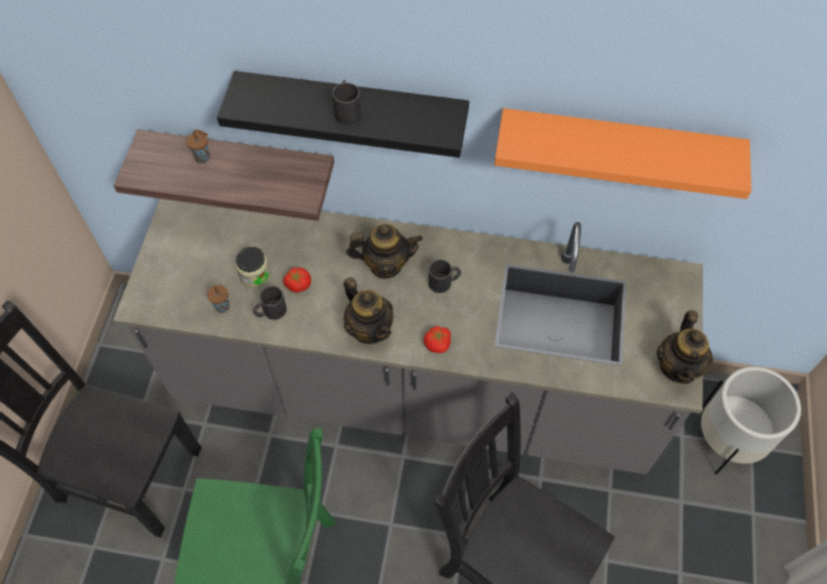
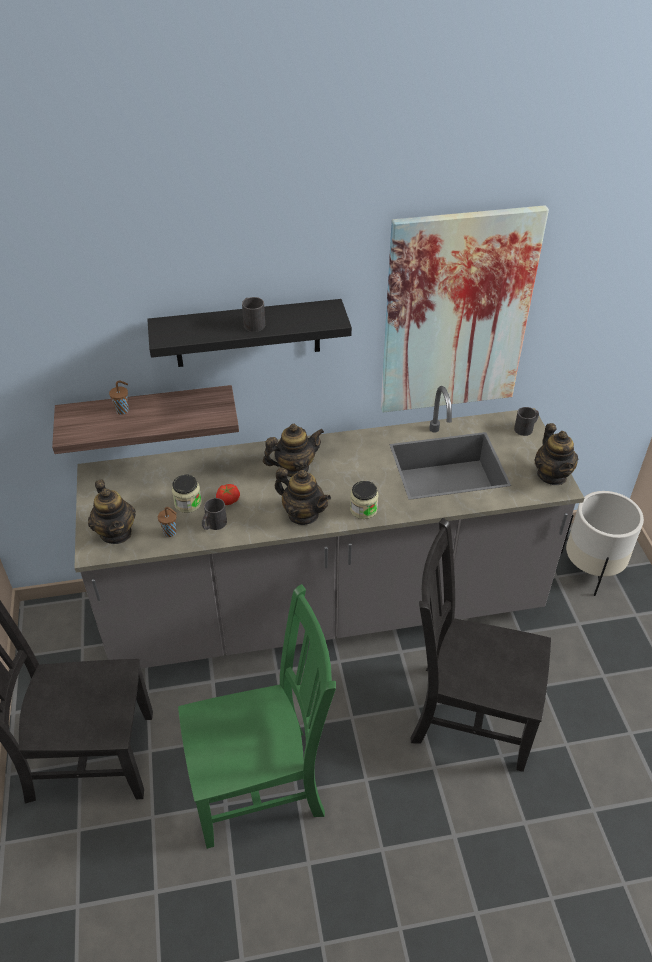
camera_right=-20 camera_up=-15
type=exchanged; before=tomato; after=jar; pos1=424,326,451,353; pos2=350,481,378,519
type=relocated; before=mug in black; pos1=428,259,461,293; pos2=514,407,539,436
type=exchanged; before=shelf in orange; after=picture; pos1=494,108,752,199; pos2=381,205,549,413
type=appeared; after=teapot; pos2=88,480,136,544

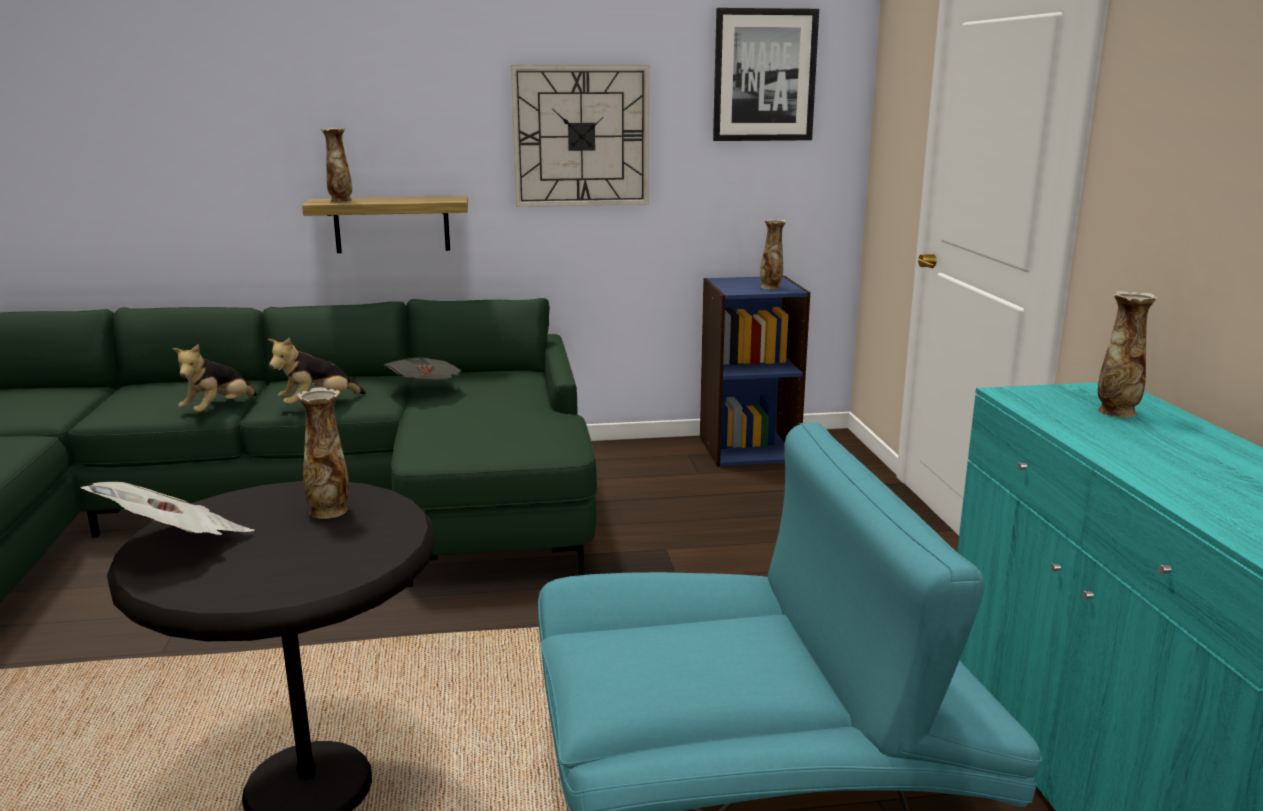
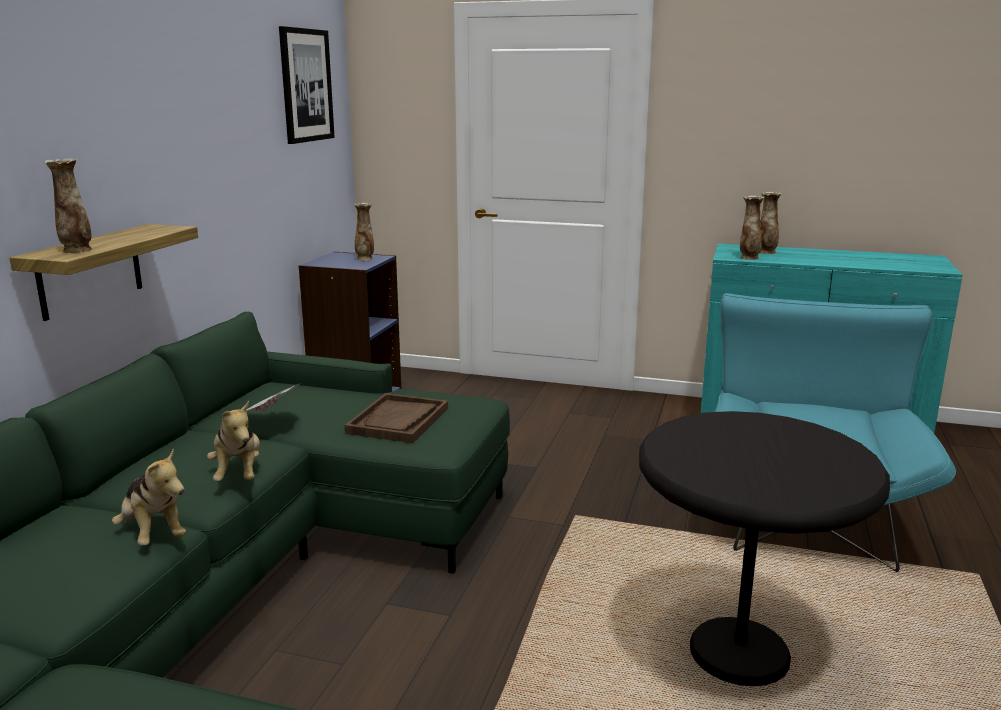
camera_right=-65 camera_up=0
type=missing; before=newspaper; pos1=80,482,255,535
type=relocated; before=vase; pos1=296,387,349,519; pos2=740,196,764,260
type=missing; before=wall clock; pos1=511,65,649,207
type=appeared; after=tray in brown; pos2=345,393,448,443

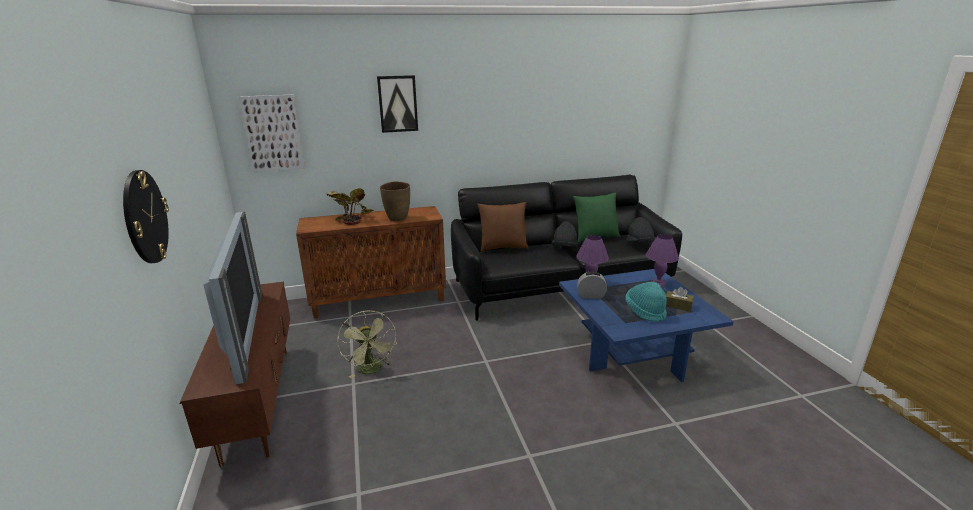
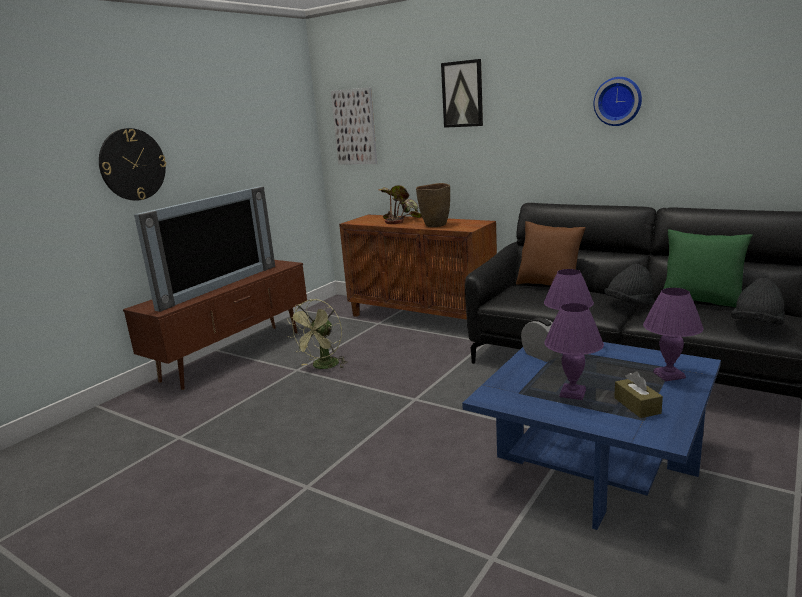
camera_right=50 camera_up=-5
type=exchanged; before=hat in turquoise; after=table lamp in purple; pos1=625,282,667,322; pos2=544,303,604,400
type=appeared; after=wall clock; pos2=594,77,642,126

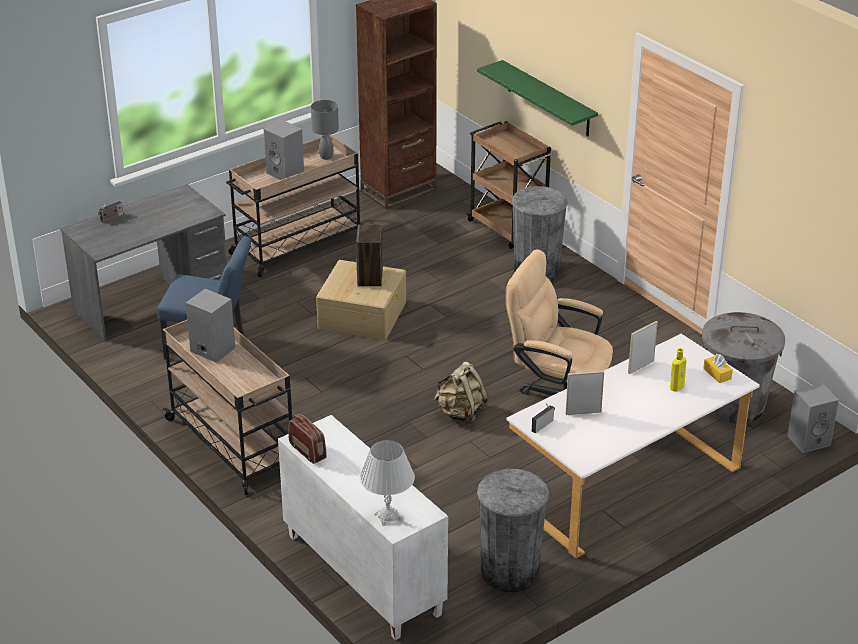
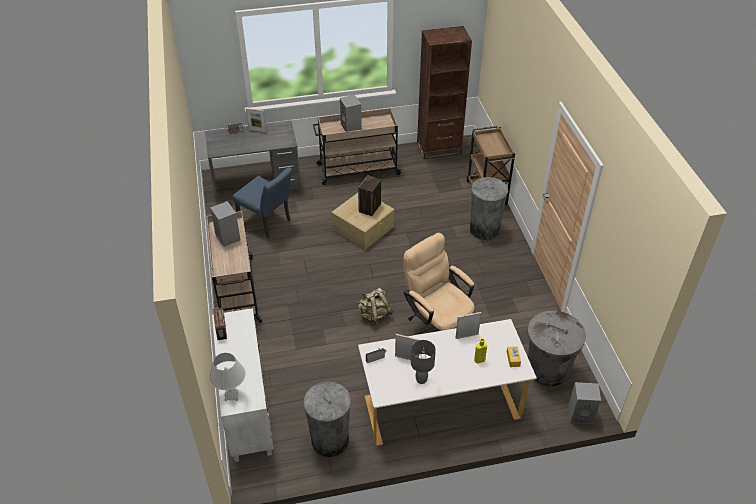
camera_right=25 camera_up=10
type=relocated; before=table lamp in grey; pos1=311,100,339,160; pos2=411,340,436,384
type=missing; before=shelf in green; pos1=477,60,598,136
type=appeared; after=picture frame; pos2=246,108,266,132

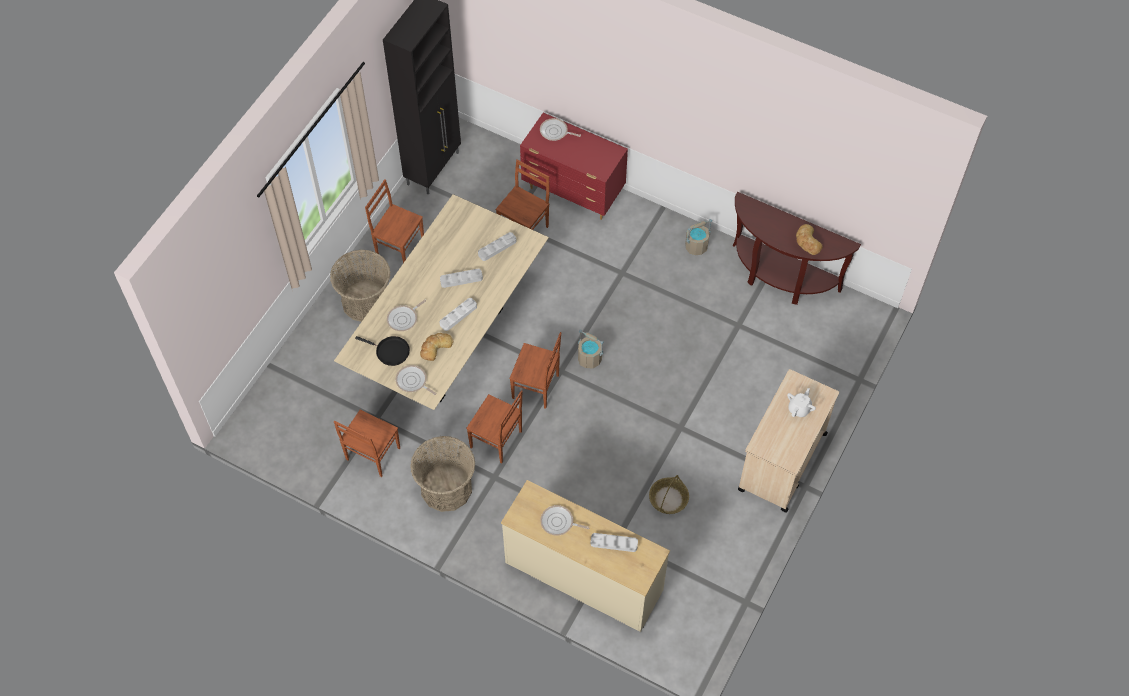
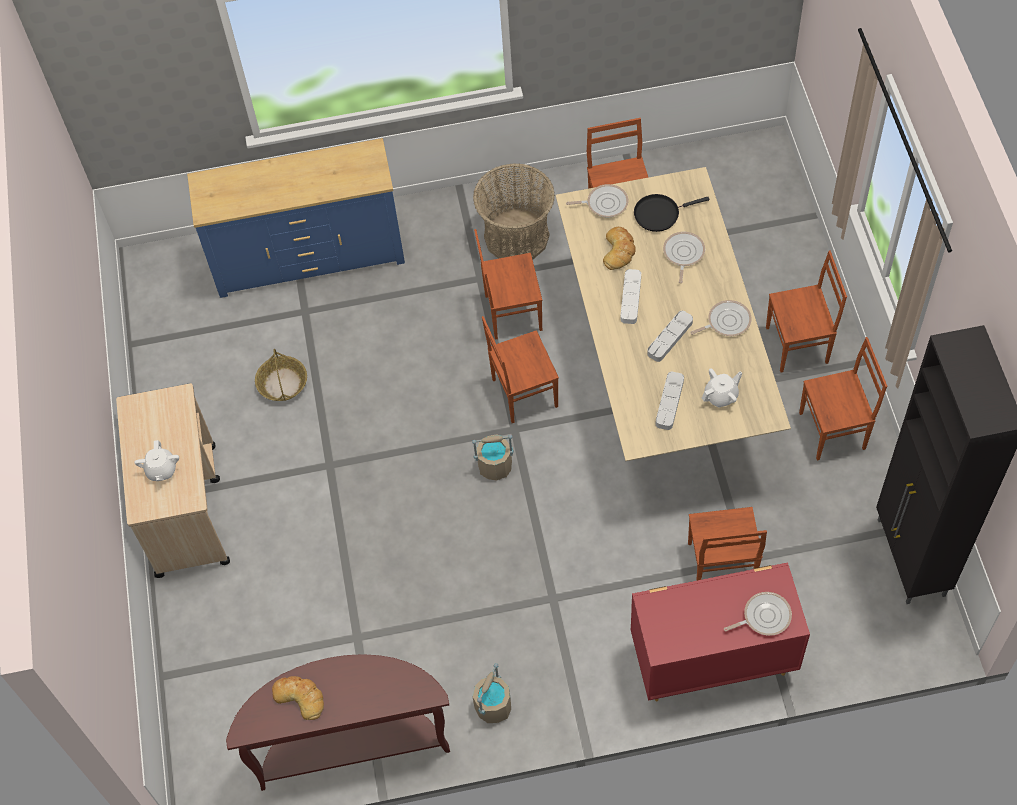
camera_right=145 camera_up=0
type=exchanged; before=basket; after=chair in brown; pos1=330,249,390,322; pos2=766,250,847,373
type=colour; before=dresser in beige; after=dresser in blue; pos1=501,480,670,632; pos2=187,138,405,298
type=relocated; before=frying pan; pos1=540,505,590,536; pos2=690,300,751,336
type=missing; before=tray in grey; pos1=591,533,638,552
type=appeared; after=teapot in white; pos2=702,368,742,408

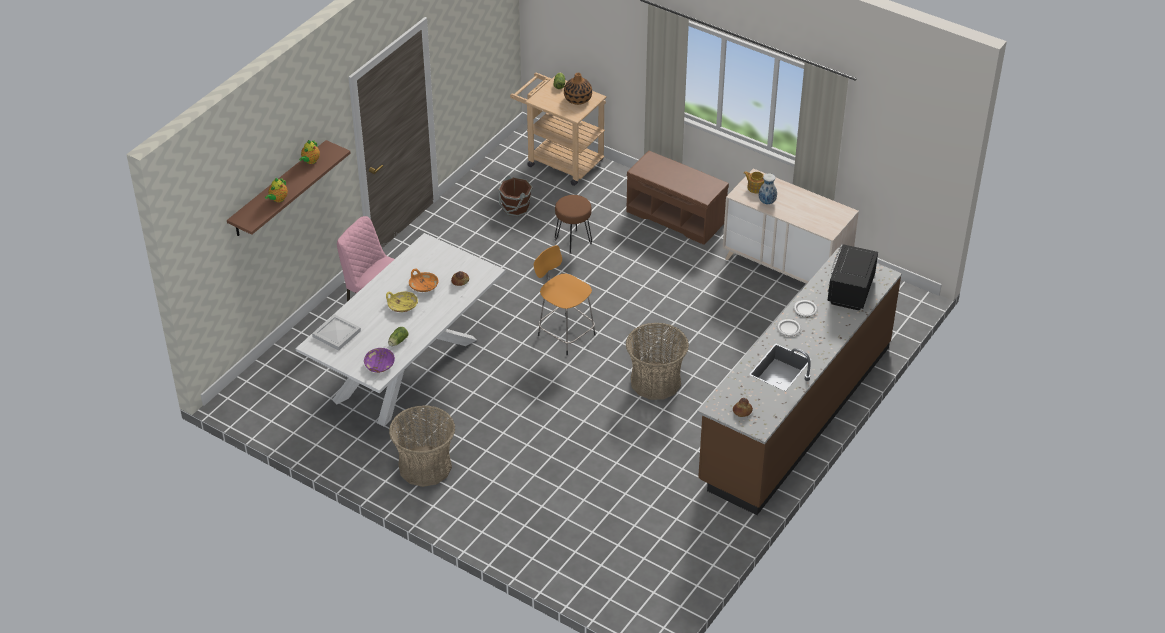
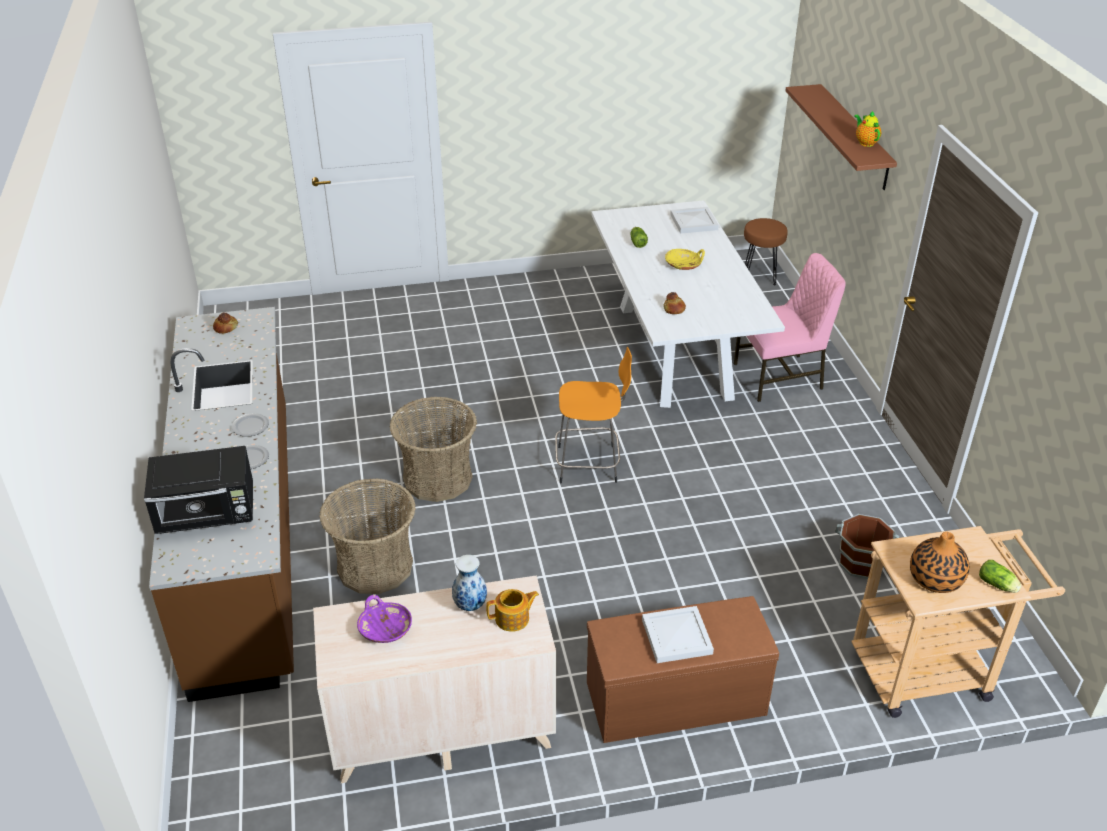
camera_right=135 camera_up=-5
type=missing; before=teapot; pos1=265,178,288,202
type=relocated; before=bowl in purple; pos1=364,348,395,373; pos2=357,595,412,643
type=relocated; before=basket; pos1=389,405,455,487; pos2=319,478,416,594
type=missing; before=bowl in orange; pos1=409,269,438,292
type=relocated; before=stool in brown; pos1=555,195,592,254; pos2=744,218,788,285
type=spun; before=microwave in black; pos1=827,244,878,311; pos2=144,446,253,534; turn=105
type=appeared; after=tray in white; pos2=642,606,714,663

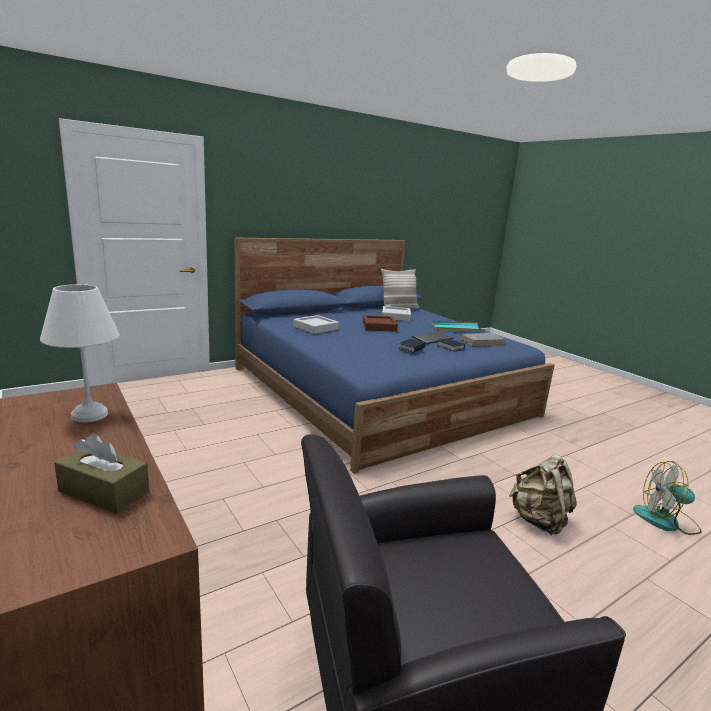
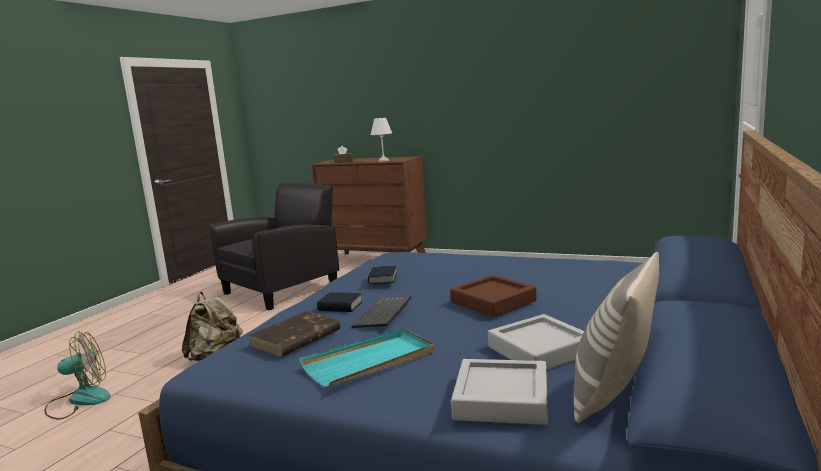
camera_right=150 camera_up=-5
type=relocated; before=tray in grey; pos1=293,315,339,334; pos2=451,359,548,425
type=colour; before=book in grey; after=book in brown; pos1=460,333,506,346; pos2=248,311,341,357

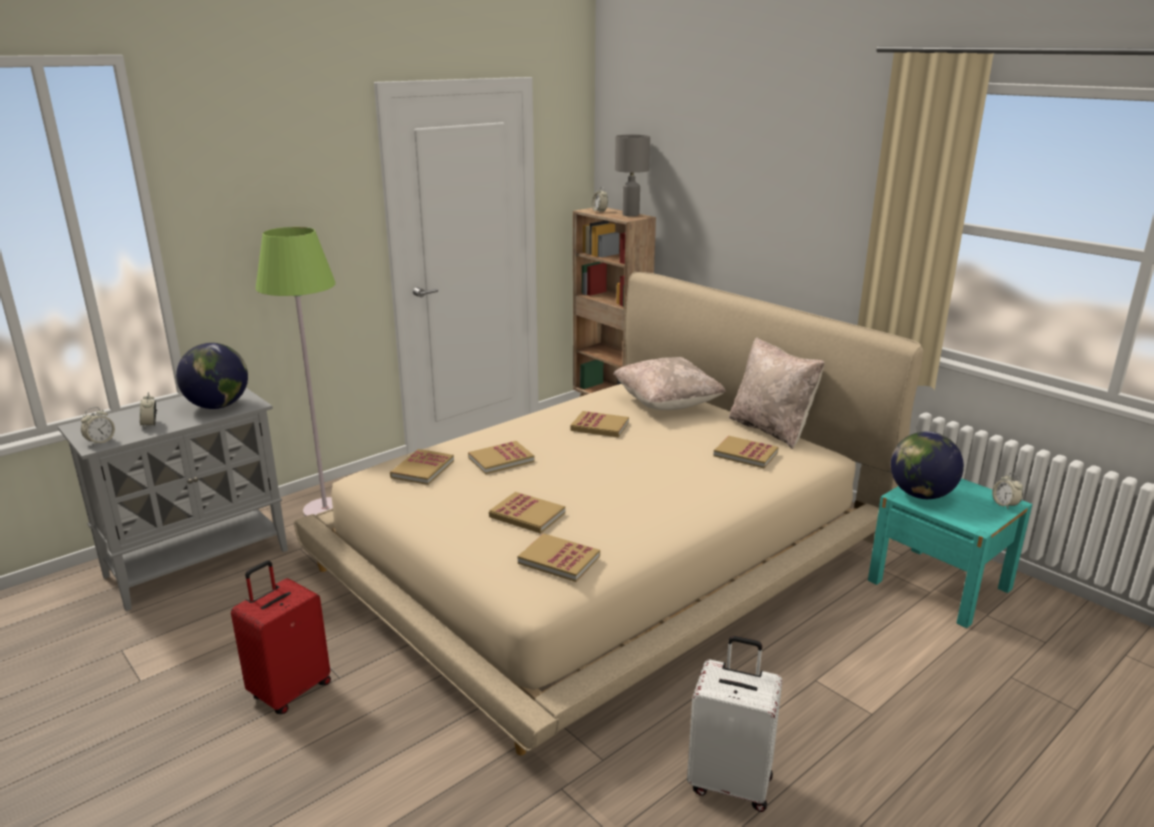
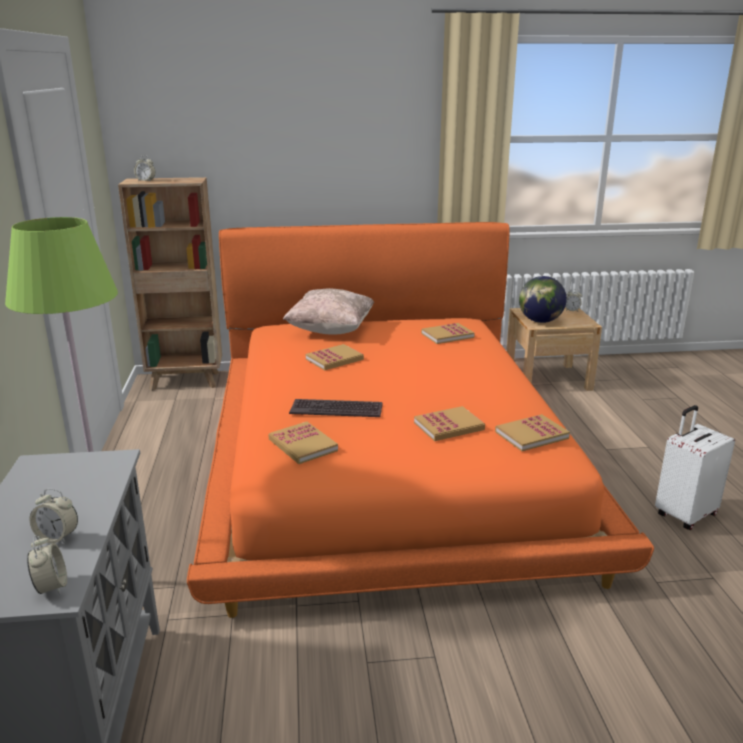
camera_right=-55 camera_up=0
type=missing; before=globe; pos1=176,343,248,409
type=missing; before=suitcase in red; pos1=231,561,331,714
type=colour; before=bed in beige; after=bed in orange; pos1=294,272,923,755; pos2=187,222,654,618
type=exchanged; before=book; after=keyboard; pos1=468,441,534,474; pos2=289,399,383,417
type=missing; before=table lamp in grey; pos1=615,134,650,216
type=missing; before=pillow in beige; pos1=729,338,825,449
type=colour; before=nightstand in turquoise; after=nightstand in beige; pos1=868,478,1032,628; pos2=506,307,602,391

